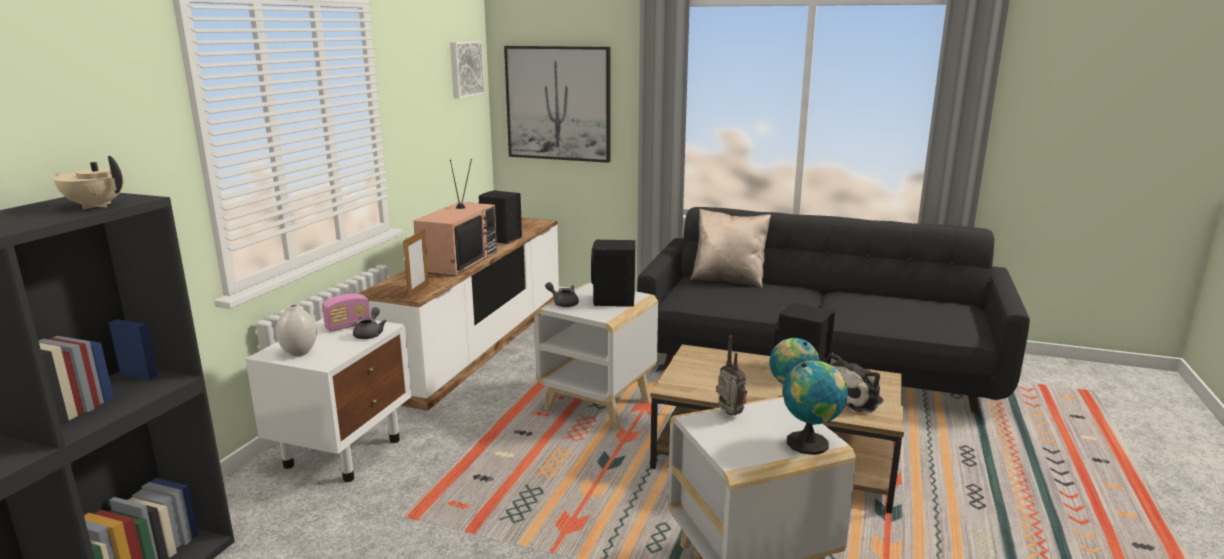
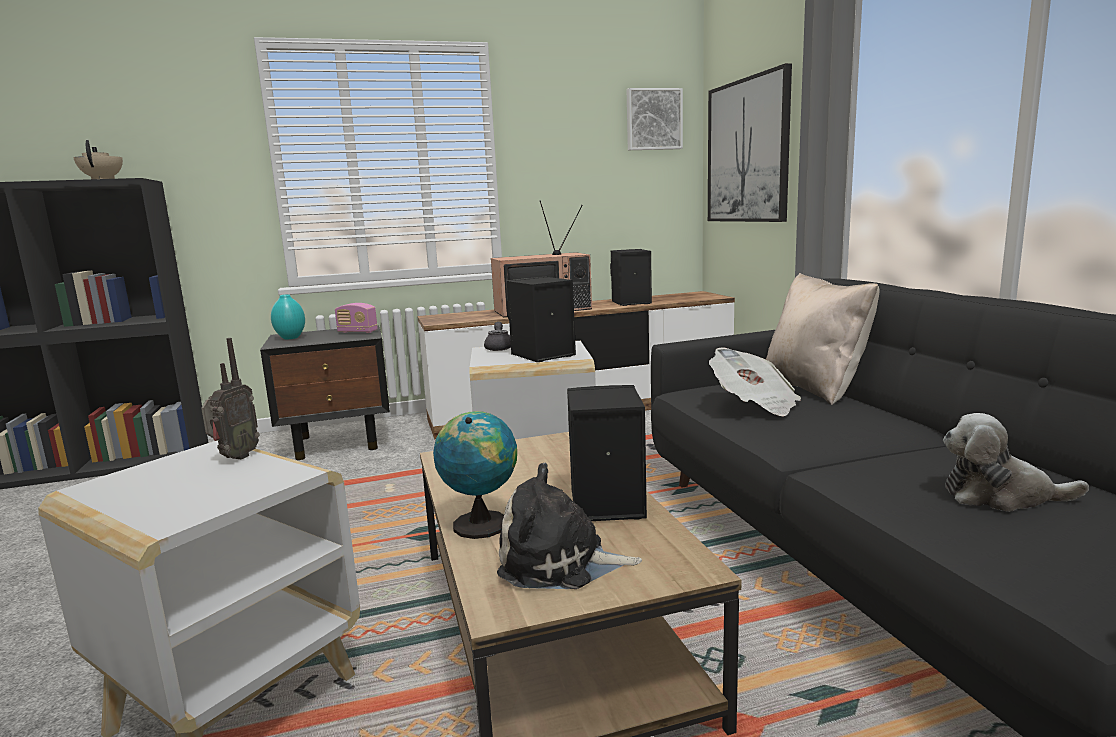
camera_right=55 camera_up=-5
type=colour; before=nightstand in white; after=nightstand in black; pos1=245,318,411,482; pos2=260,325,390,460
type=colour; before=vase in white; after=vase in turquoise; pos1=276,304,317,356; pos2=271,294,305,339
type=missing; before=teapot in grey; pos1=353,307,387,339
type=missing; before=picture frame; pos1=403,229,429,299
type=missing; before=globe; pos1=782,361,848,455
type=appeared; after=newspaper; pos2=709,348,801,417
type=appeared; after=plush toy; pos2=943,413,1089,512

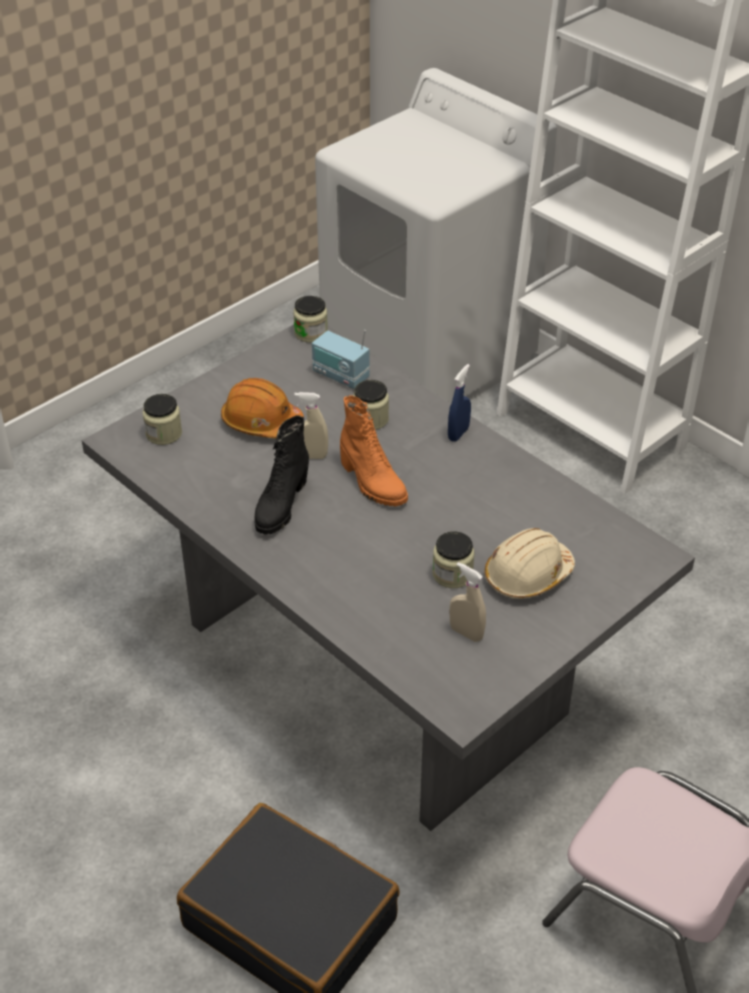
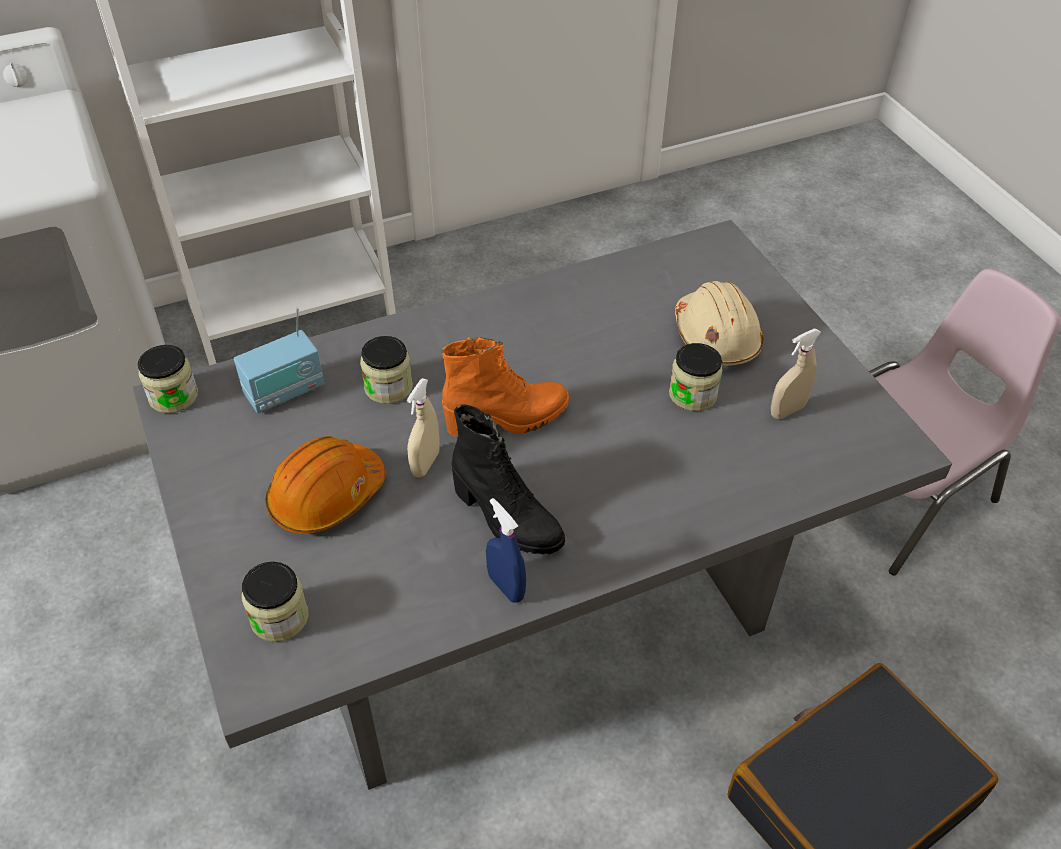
camera_right=-70 camera_up=5
type=relocated; before=spray bottle in blue; pos1=448,364,471,442; pos2=486,498,526,602

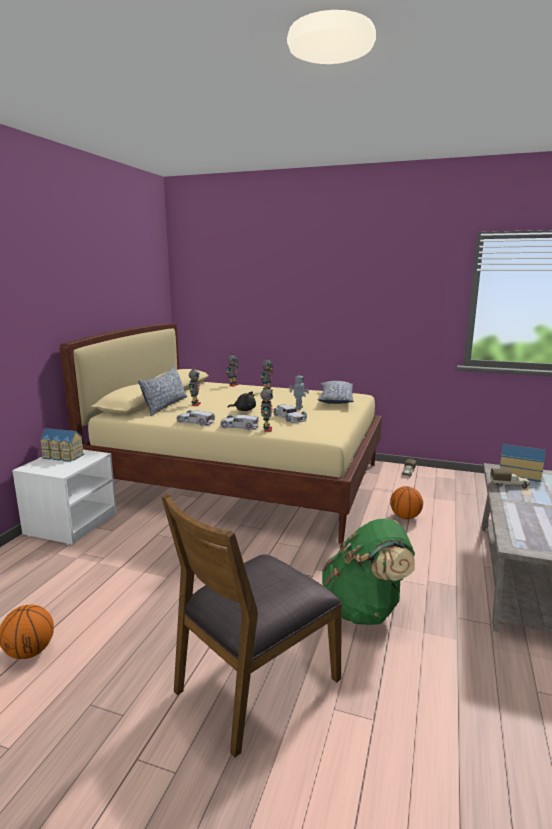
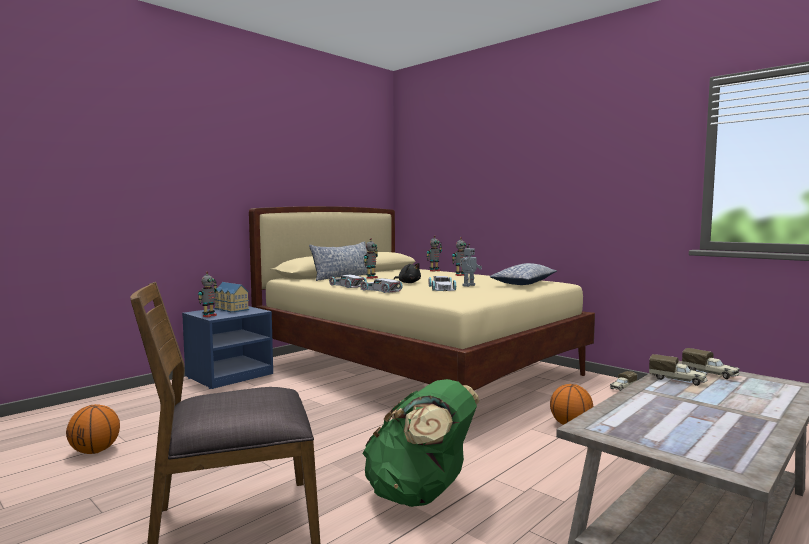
camera_right=25 camera_up=-10
type=colour; before=nightstand in white; after=nightstand in blue; pos1=12,450,117,545; pos2=182,306,273,389
type=relocated; before=toy robot; pos1=260,385,273,432; pos2=198,271,217,317
type=exchanged; before=toy house; after=toy truck; pos1=499,444,546,482; pos2=682,348,740,379

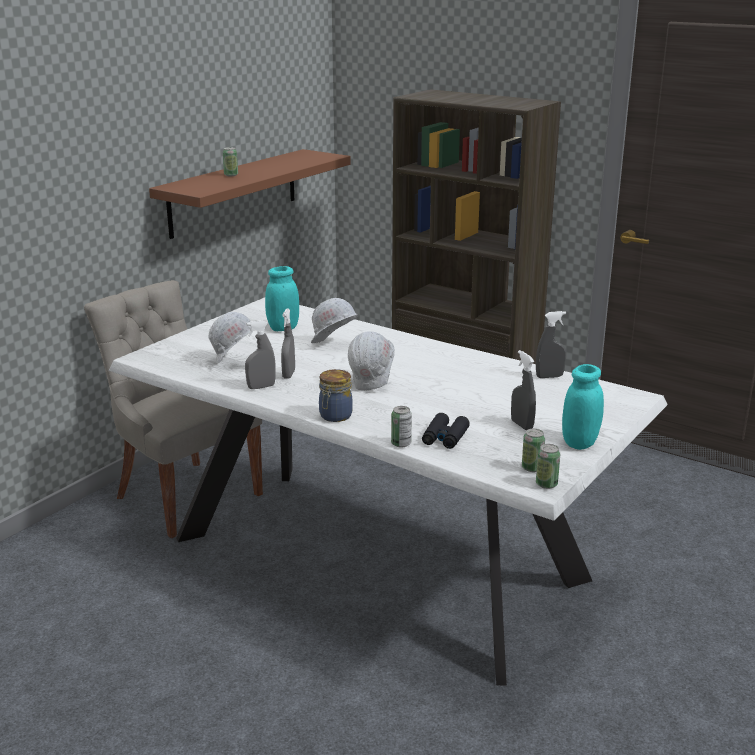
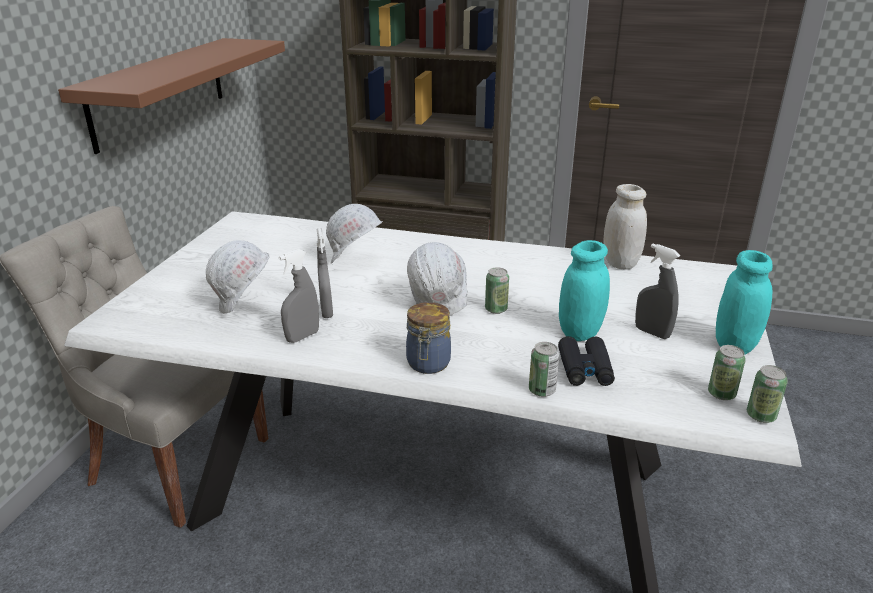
camera_right=-20 camera_up=5
type=relocated; before=can; pos1=223,147,238,176; pos2=485,267,509,314
type=relocated; before=jar in turquoise; pos1=265,266,299,331; pos2=559,240,610,341
type=exchanged; before=spray bottle in grey; after=jar in white; pos1=536,311,566,378; pos2=603,184,647,270

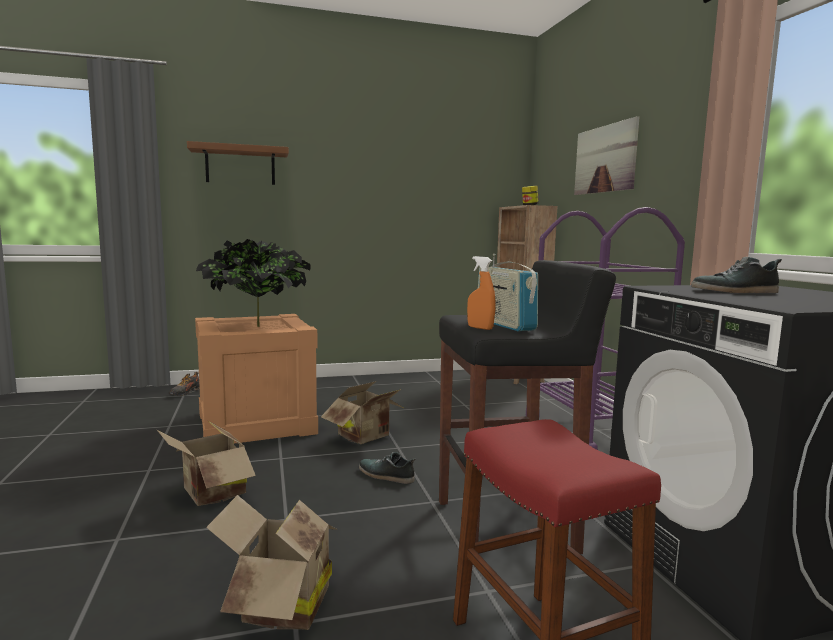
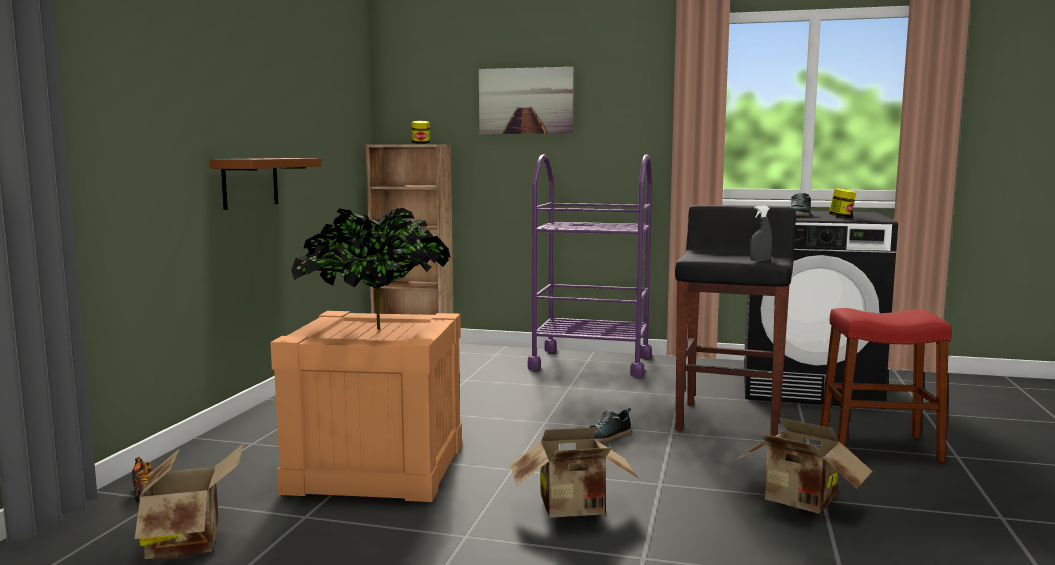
camera_right=-60 camera_up=0
type=relocated; before=shelf in brown; pos1=187,141,289,185; pos2=209,158,322,210
type=relocated; before=cardboard box; pos1=321,381,405,444; pos2=135,443,244,559
type=colour; before=spray bottle in orange; after=spray bottle in grey; pos1=467,256,495,330; pos2=750,206,772,261
type=missing; before=radio; pos1=478,254,538,331
type=appeared; after=jar; pos2=829,188,856,218

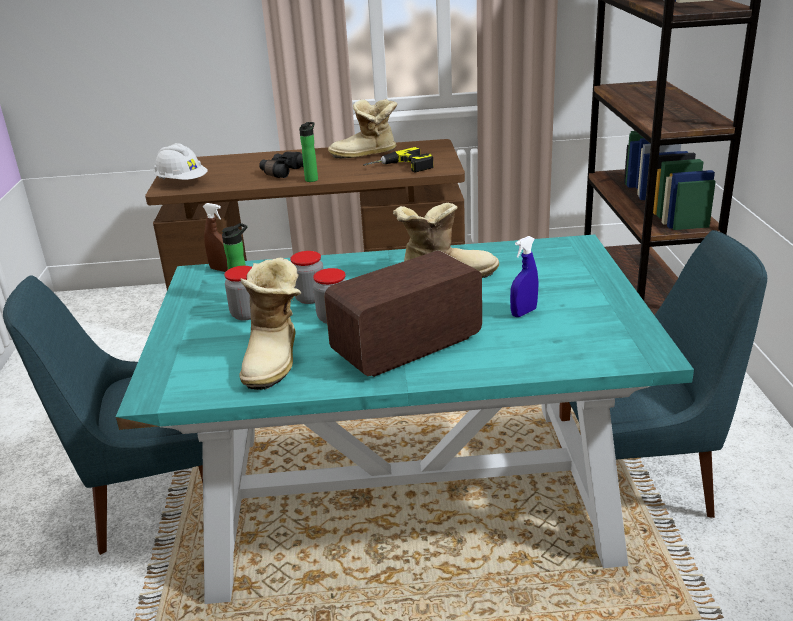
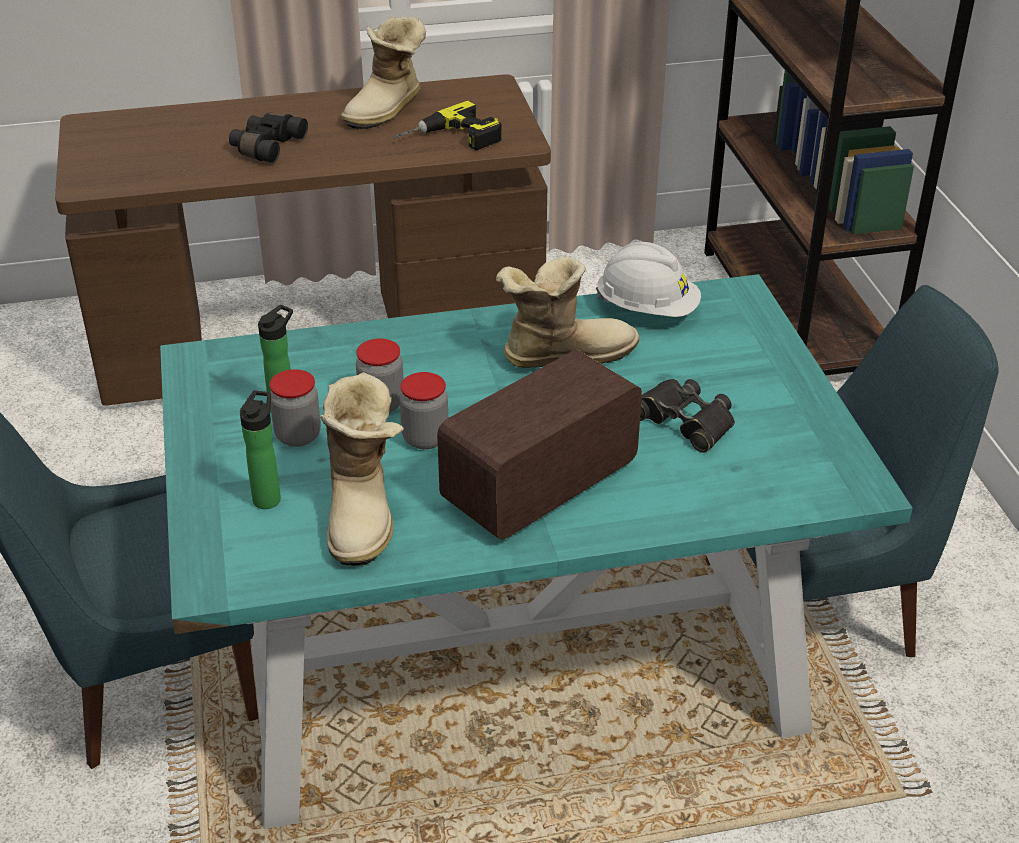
camera_right=-10 camera_up=10
type=relocated; before=hard hat in white; pos1=154,143,208,180; pos2=596,242,701,317
type=missing; before=spray bottle in brown; pos1=202,203,228,272
type=relocated; before=bottle; pos1=299,122,318,182; pos2=240,391,281,509
type=spun; before=boot; pos1=328,99,398,159; pos2=341,16,426,130; turn=-45
type=exchanged; before=spray bottle in blue; after=binoculars in black; pos1=510,236,538,317; pos2=640,379,735,453

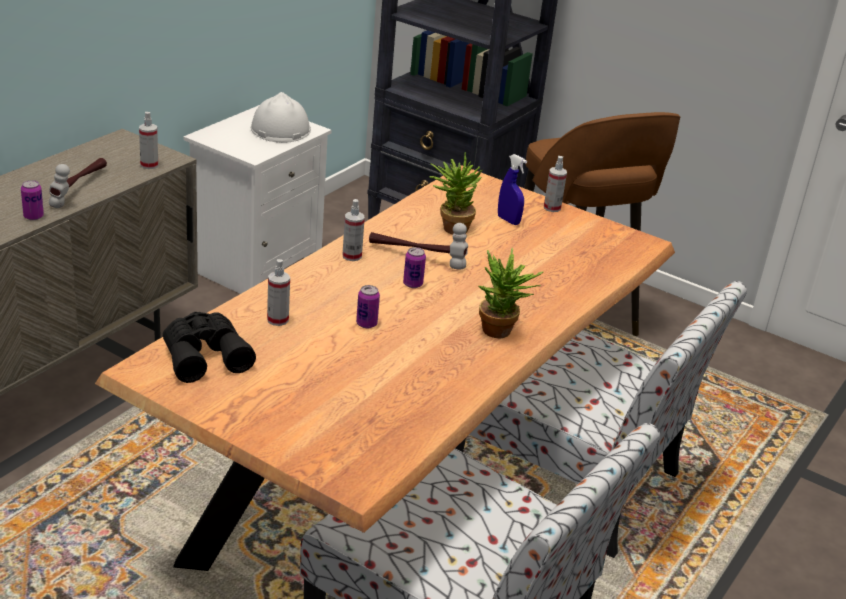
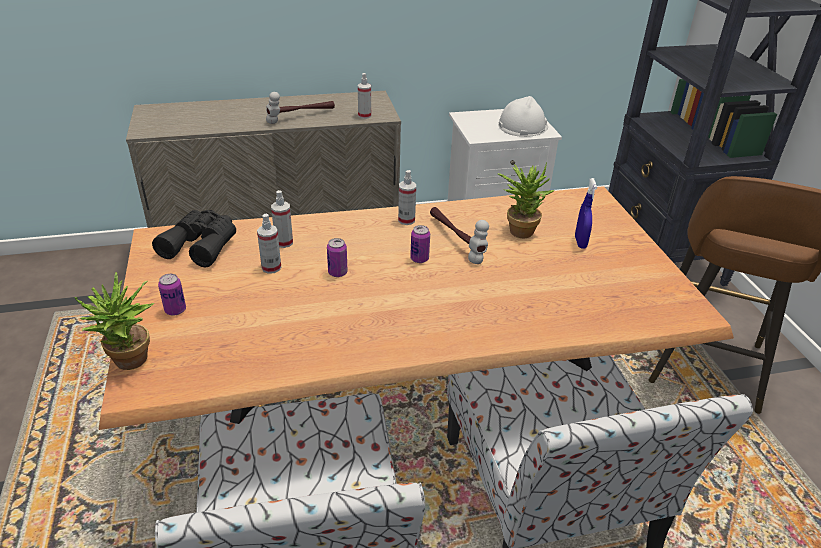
camera_right=45 camera_up=5
type=relocated; before=can; pos1=21,180,44,220; pos2=158,274,186,315
type=relocated; before=potted plant; pos1=478,248,543,338; pos2=74,272,155,370
type=relocated; before=spray bottle; pos1=544,156,567,212; pos2=257,214,281,274

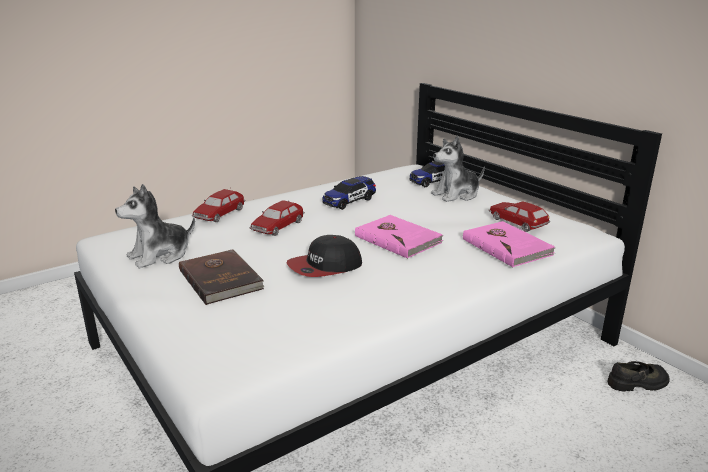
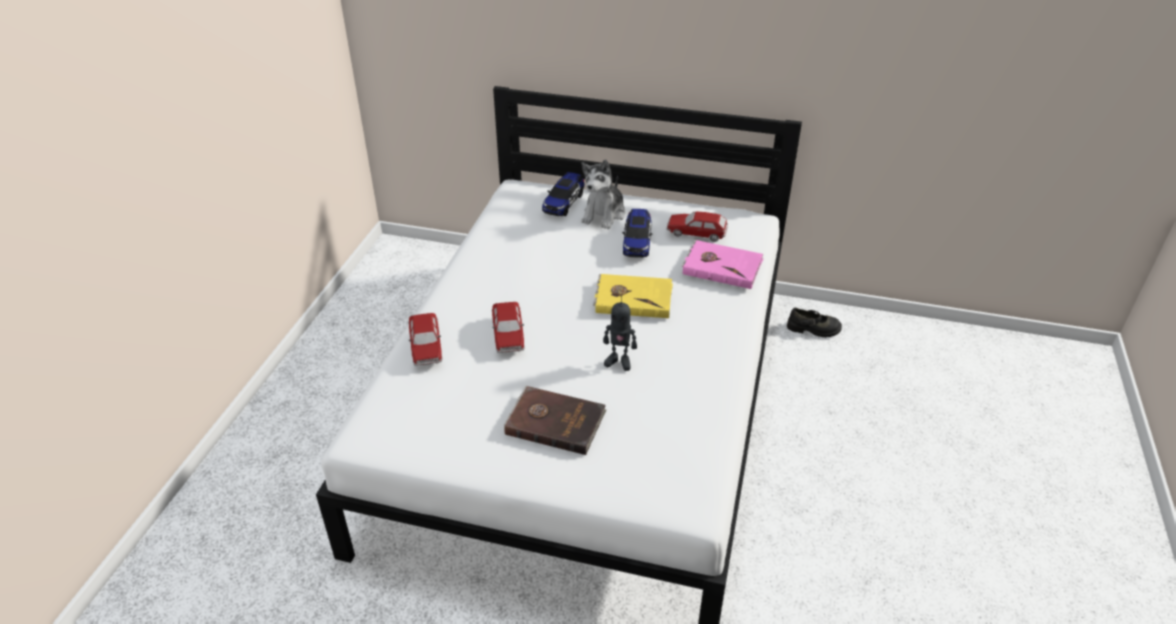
camera_right=-40 camera_up=15
type=missing; before=plush toy; pos1=115,184,195,268
type=exchanged; before=cap; after=toy robot; pos1=287,235,362,277; pos2=603,295,637,371
type=relocated; before=toy car; pos1=322,176,376,210; pos2=622,209,652,258
type=colour; before=book in pink; after=book in yellow; pos1=355,215,444,259; pos2=593,274,673,318
type=spun; before=shoe in black; pos1=607,361,670,391; pos2=787,308,842,337; turn=60

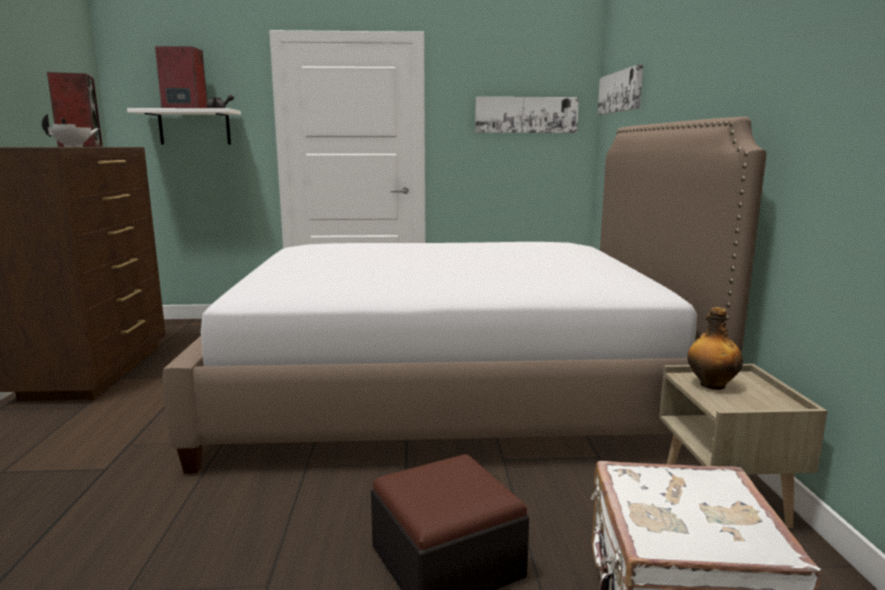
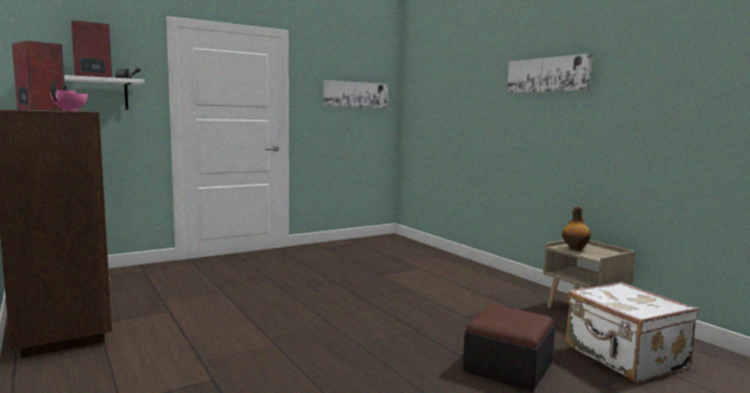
camera_right=-30 camera_up=-5
type=colour; before=teapot in white; after=teapot in pink; pos1=42,114,100,147; pos2=50,80,88,111
type=missing; before=bed; pos1=162,117,766,474
type=relocated; before=picture; pos1=598,64,643,115; pos2=507,54,593,93

